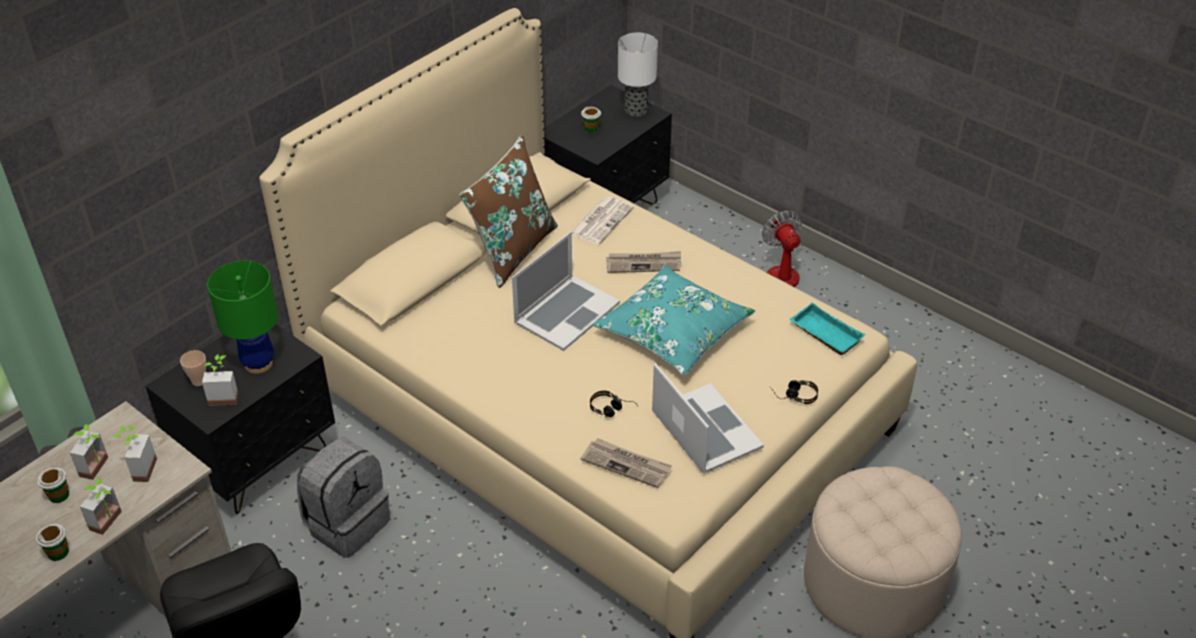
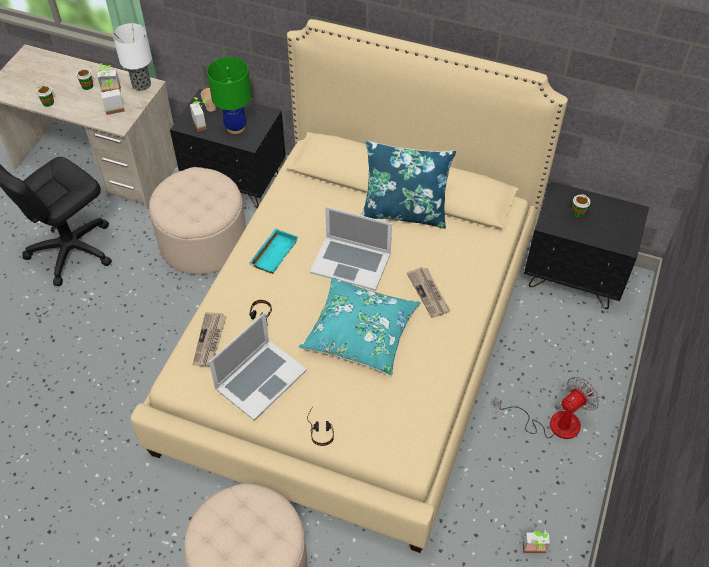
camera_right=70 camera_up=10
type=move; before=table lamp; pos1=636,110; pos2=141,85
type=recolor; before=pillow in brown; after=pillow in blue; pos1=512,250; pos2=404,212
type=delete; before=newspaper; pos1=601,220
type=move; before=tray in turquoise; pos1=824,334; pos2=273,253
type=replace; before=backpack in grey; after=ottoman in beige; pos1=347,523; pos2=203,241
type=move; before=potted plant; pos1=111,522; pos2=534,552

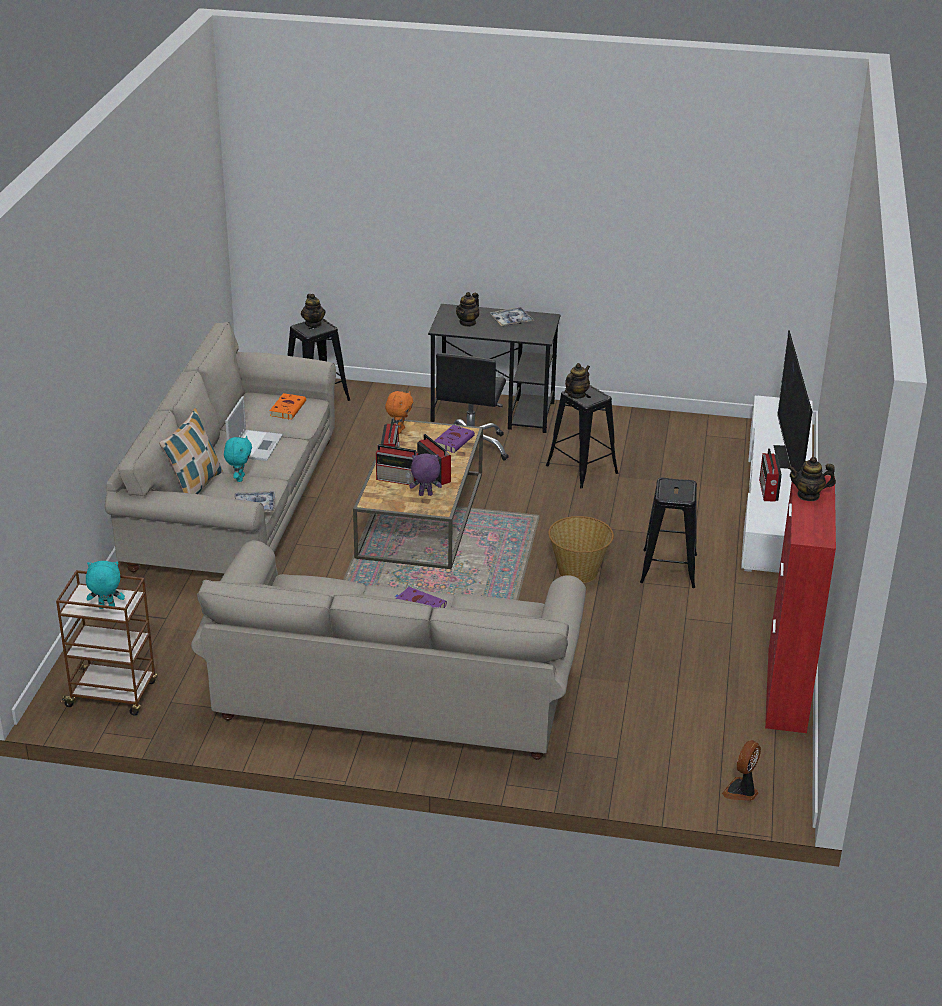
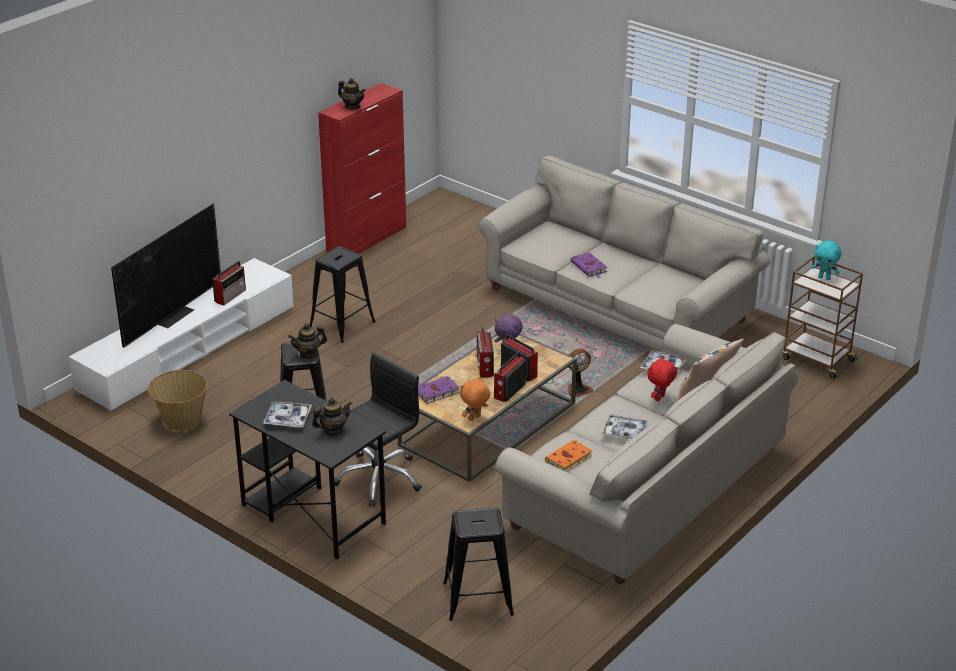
camera_right=-150 camera_up=0
type=delete; before=teapot; pos1=313,324
type=replace; before=laptop; after=tray; pos1=255,445; pos2=624,432
type=recolor; before=plush toy in turquoise; after=plush toy in red; pos1=239,478; pos2=660,398
type=move; before=basket; pos1=578,571; pos2=181,420
type=move; before=fan; pos1=742,791; pos2=578,389

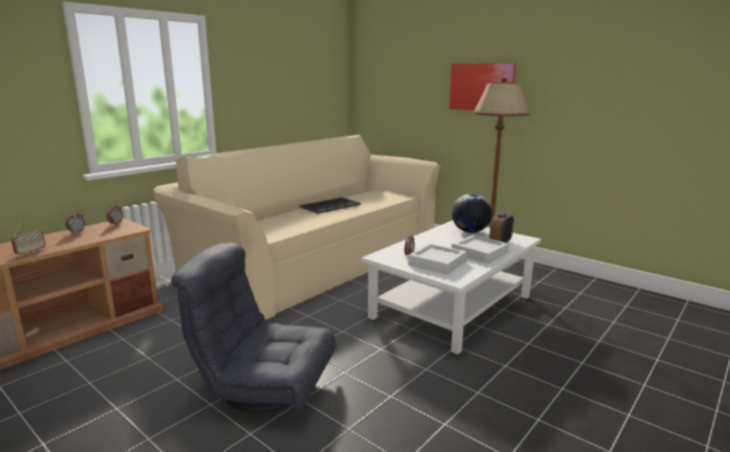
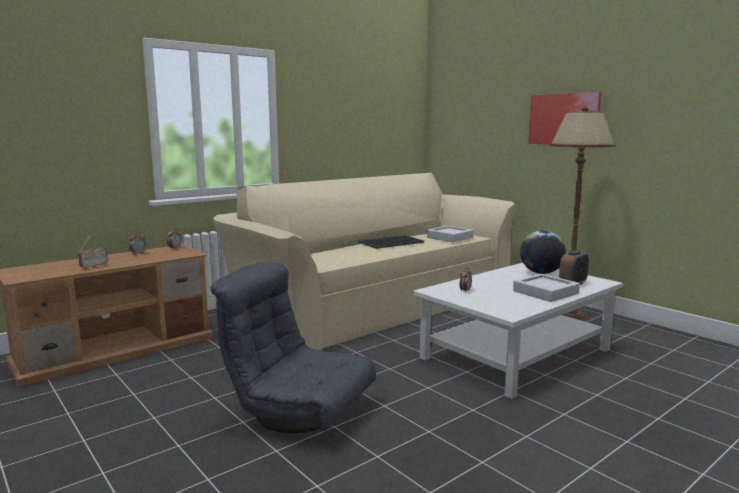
camera_right=10 camera_up=-5
type=move; before=tray in grey; pos1=437,263; pos2=450,237

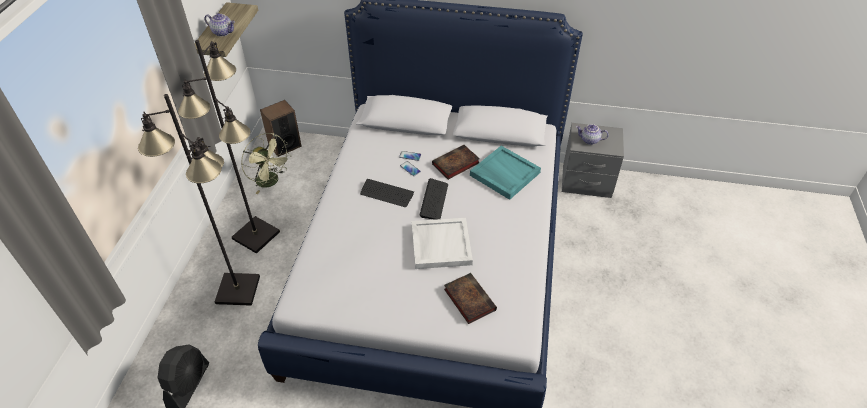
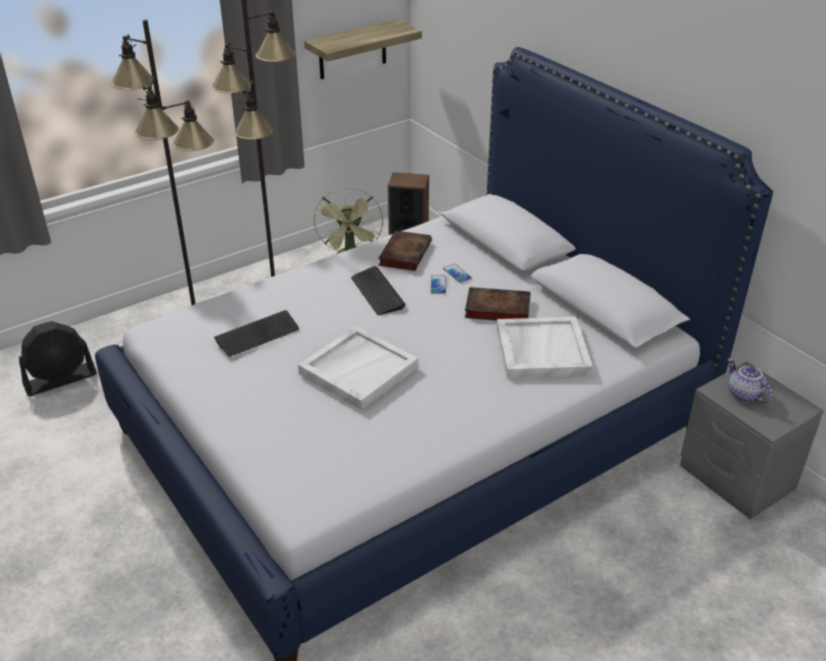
camera_right=45 camera_up=-10
type=delete; before=teapot; pos1=223,32
type=recolor; before=tray in turquoise; after=tray in white; pos1=504,174; pos2=541,350
type=move; before=keyboard; pos1=434,200; pos2=257,335
type=move; before=book; pos1=468,299; pos2=405,253

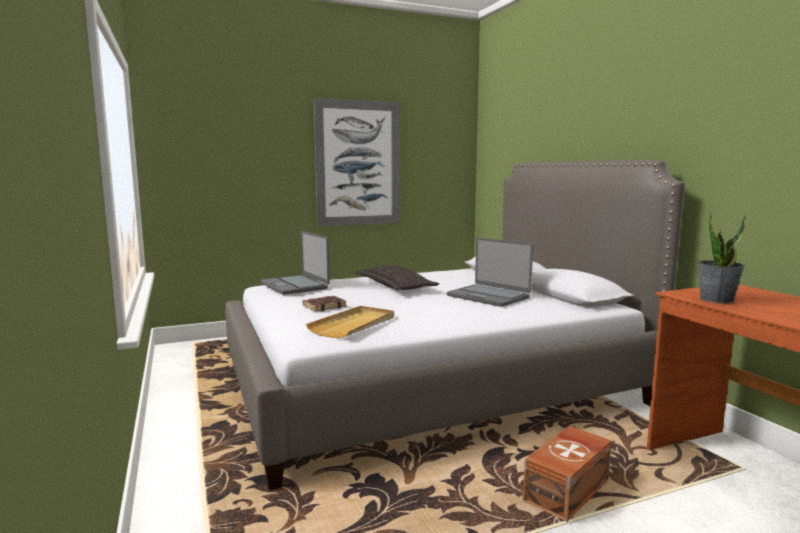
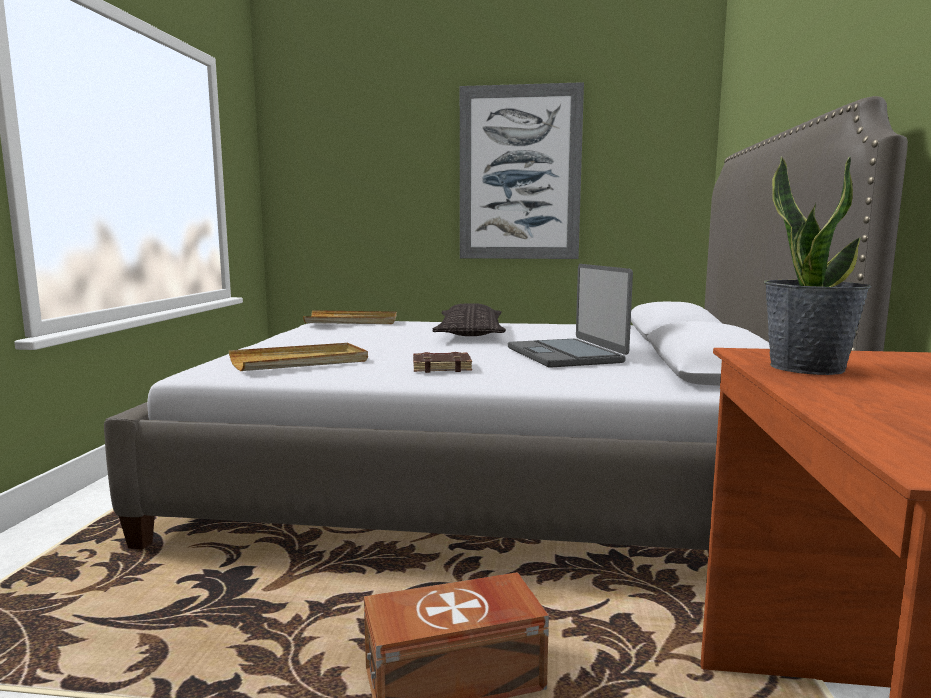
camera_right=30 camera_up=0
type=replace; before=laptop; after=tray in beige; pos1=295,286; pos2=352,321
type=move; before=book in brown; pos1=324,306; pos2=442,367

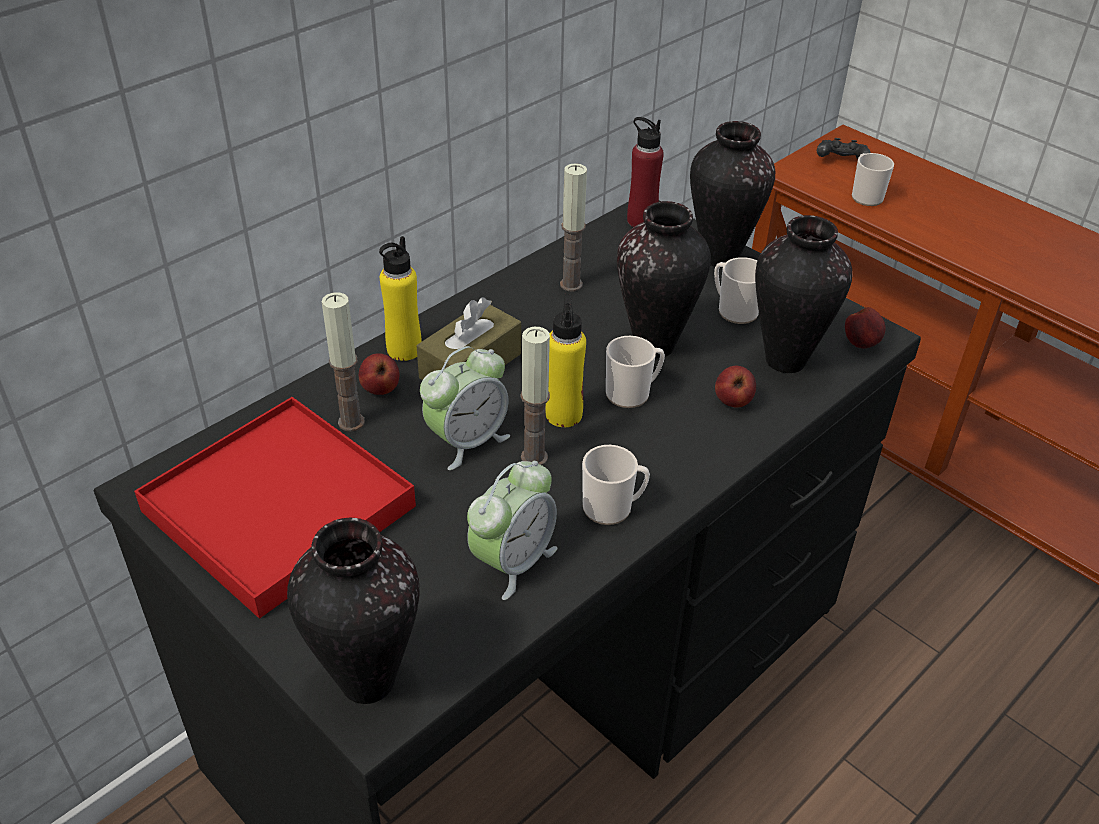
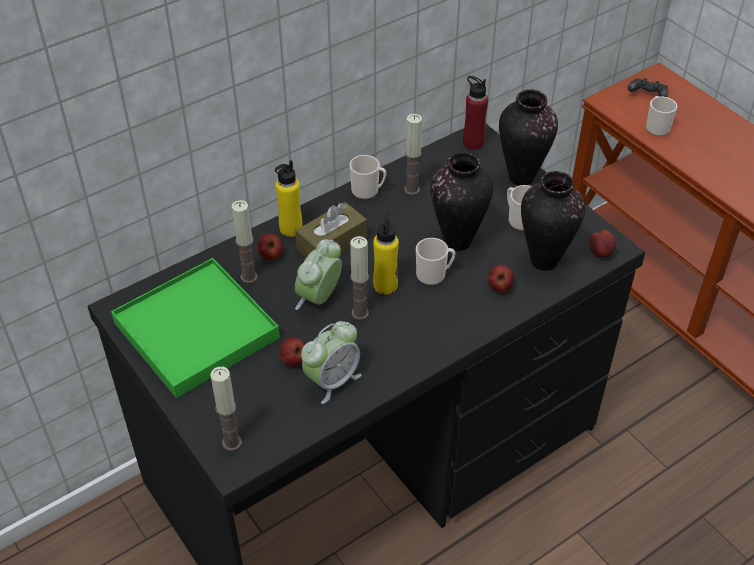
camera_right=10 camera_up=5
type=rotate; before=alarm clock; pos1=467,441; pos2=319,298; turn=150
type=recolor; before=tray in red; after=tray in green; pos1=279,508; pos2=196,330
type=move; before=mug; pos1=613,508; pos2=368,191
type=replace; before=vase; after=candle; pos1=365,681; pos2=232,442
type=insert; after=apple; pos2=294,361

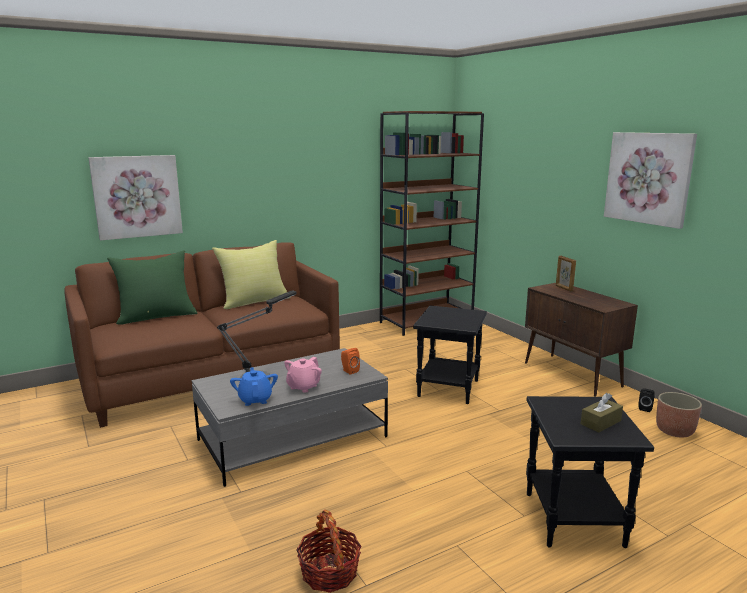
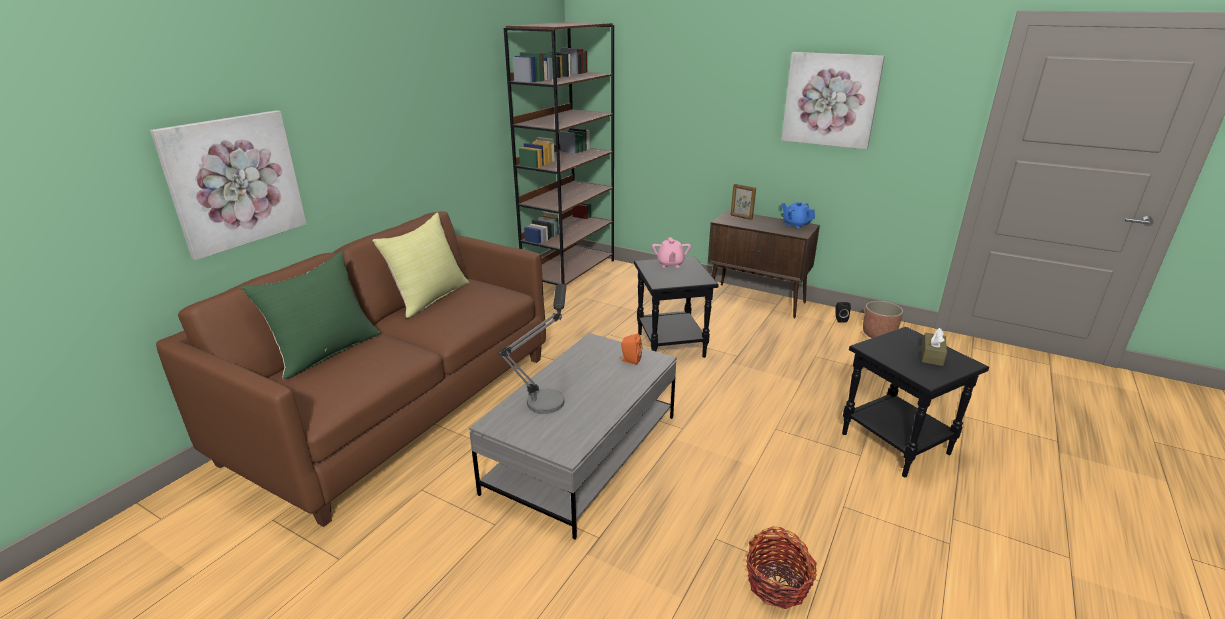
camera_right=-30 camera_up=10
type=move; before=teapot in pink; pos1=303,387; pos2=670,264
type=move; before=teapot in blue; pos1=255,399; pos2=796,224

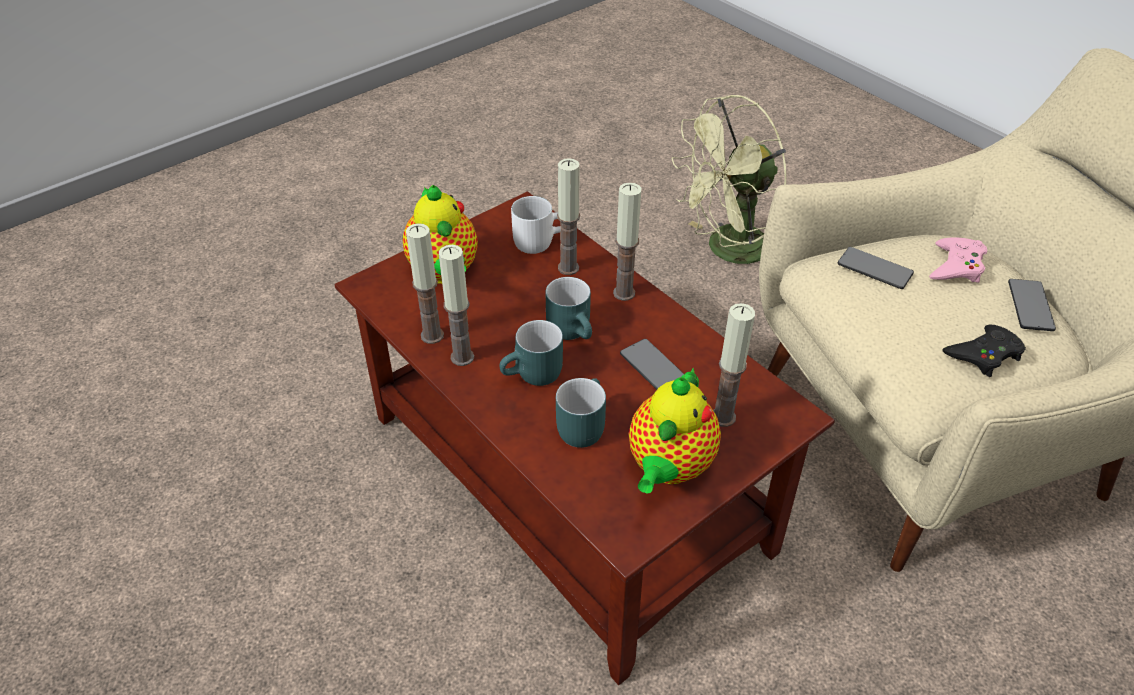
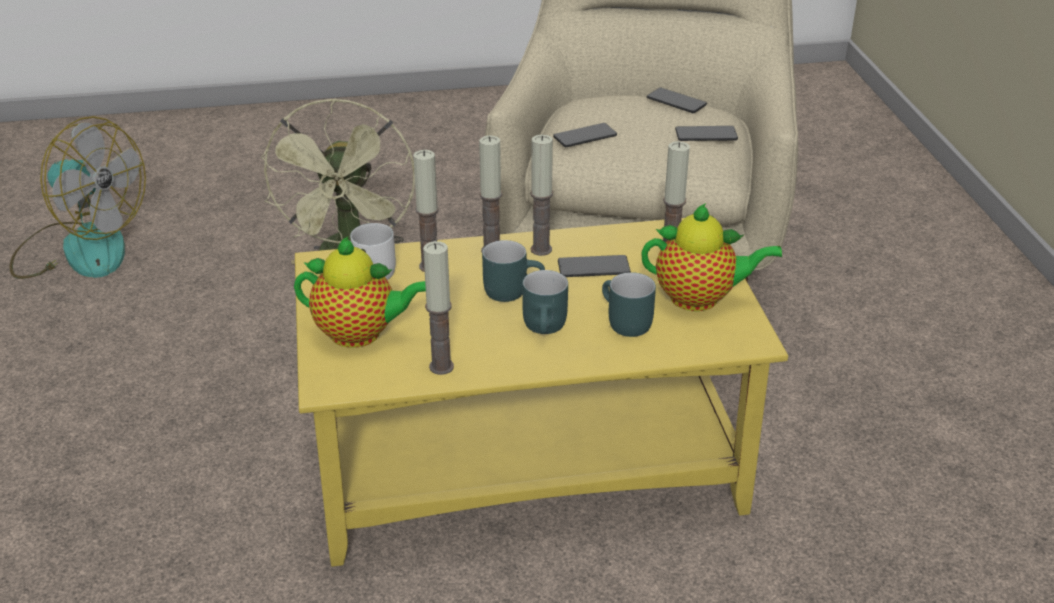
camera_right=-60 camera_up=-10
type=recolor; before=coffee table in brown; after=coffee table in yellow; pos1=563,481; pos2=523,465
type=delete; before=game controller in pink; pos1=956,266
type=move; before=candle; pos1=462,357; pos2=541,249
type=replace; before=game controller in black; after=phone; pos1=984,354; pos2=706,135
type=rotate; before=teapot; pos1=668,468; pos2=700,298; turn=-45
type=insert; after=fan; pos2=80,248

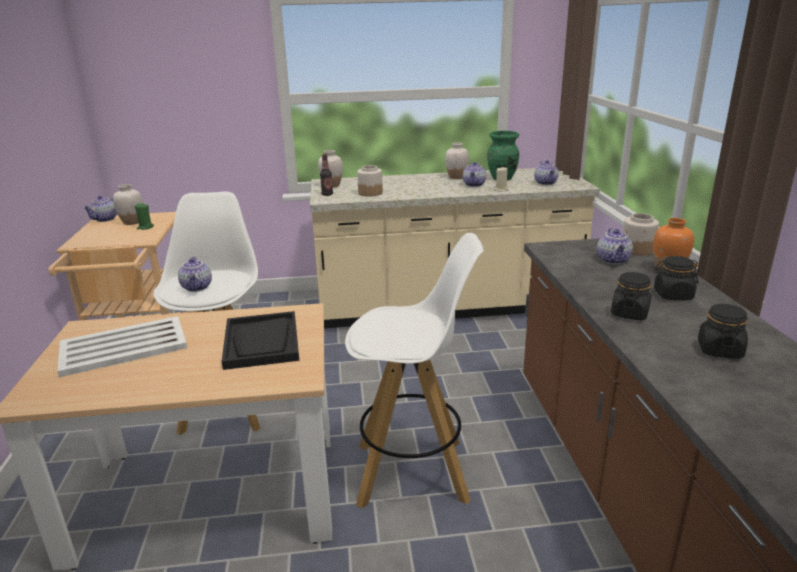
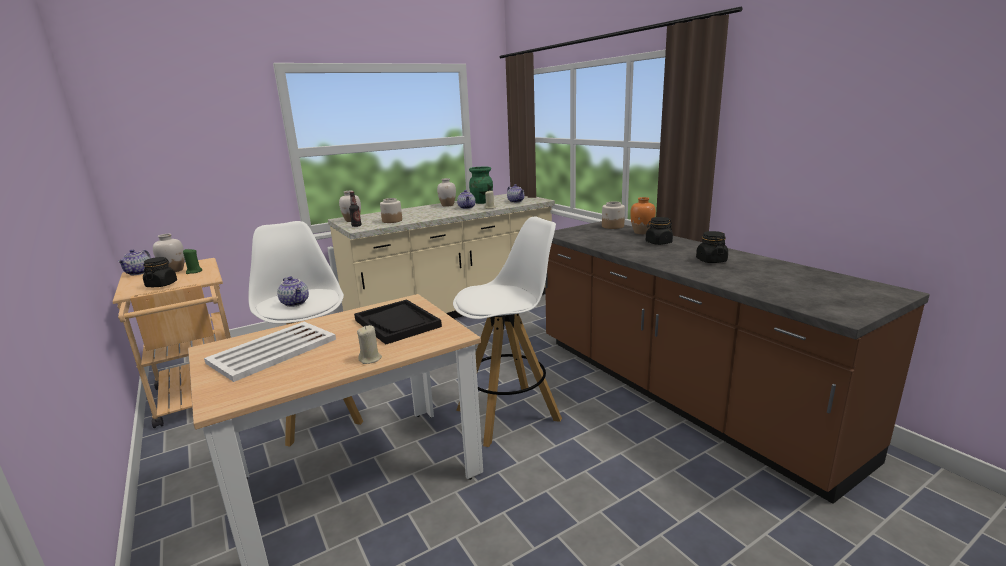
camera_right=-25 camera_up=-5
type=delete; before=teapot; pos1=613,260
type=move; before=jar in black; pos1=629,313; pos2=162,284
type=insert; after=candle in beige; pos2=370,359

